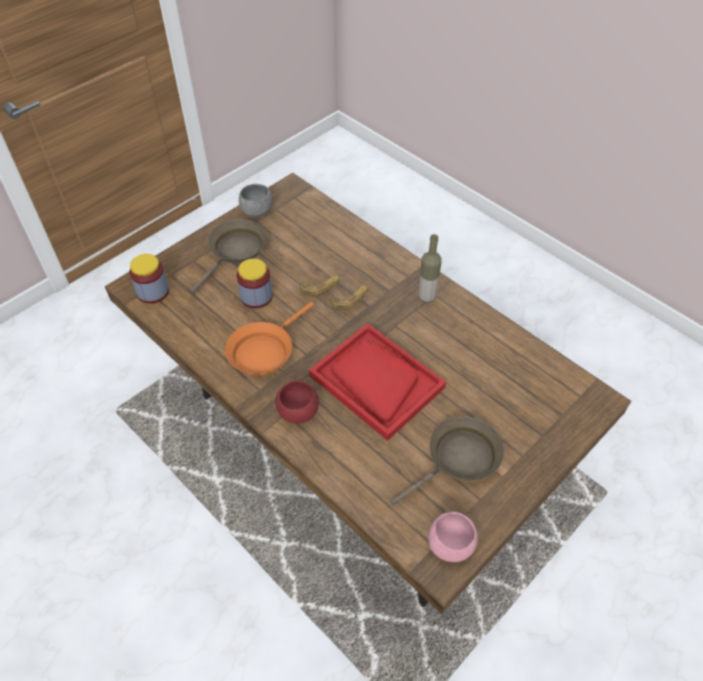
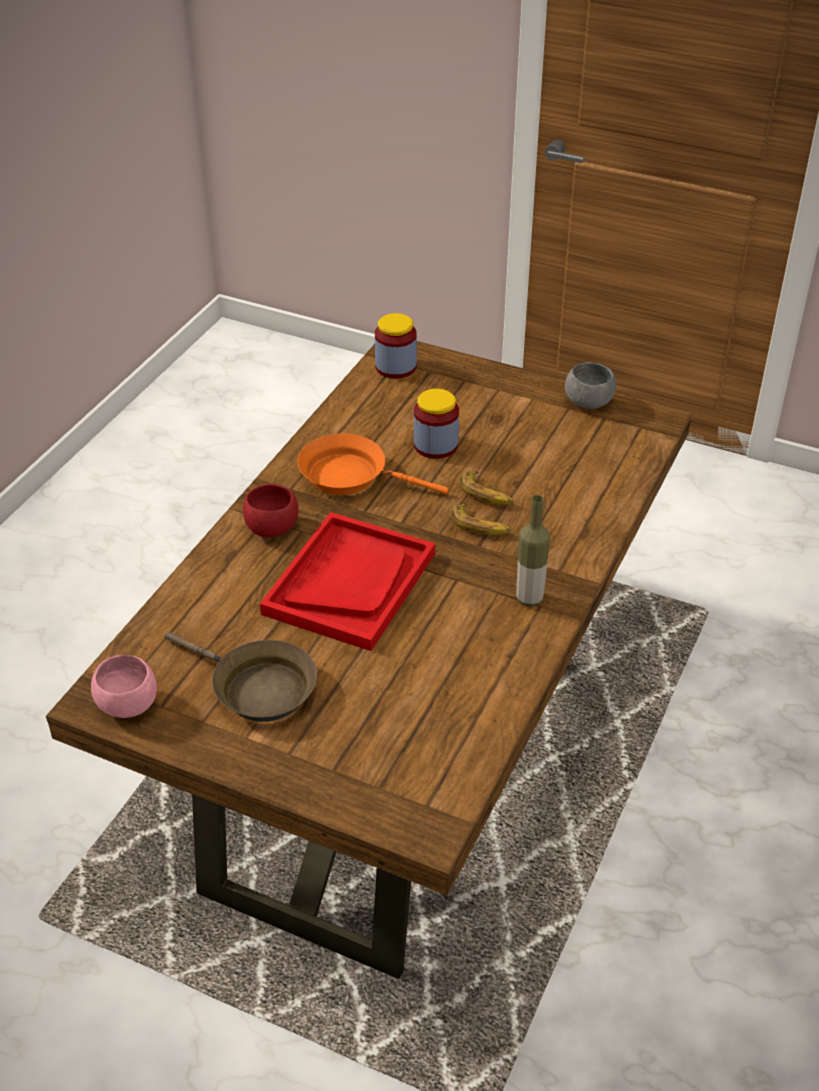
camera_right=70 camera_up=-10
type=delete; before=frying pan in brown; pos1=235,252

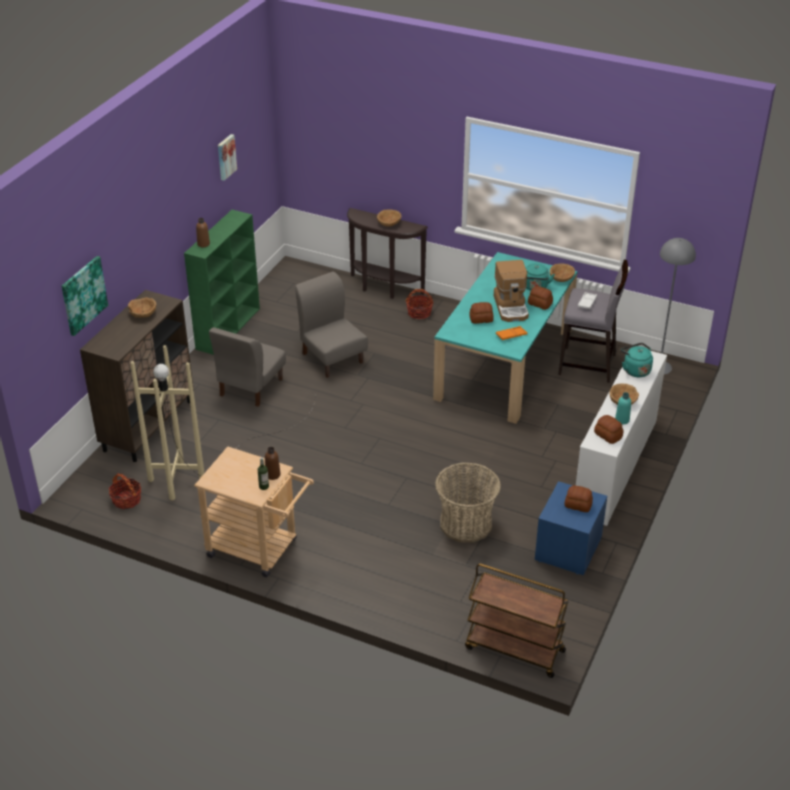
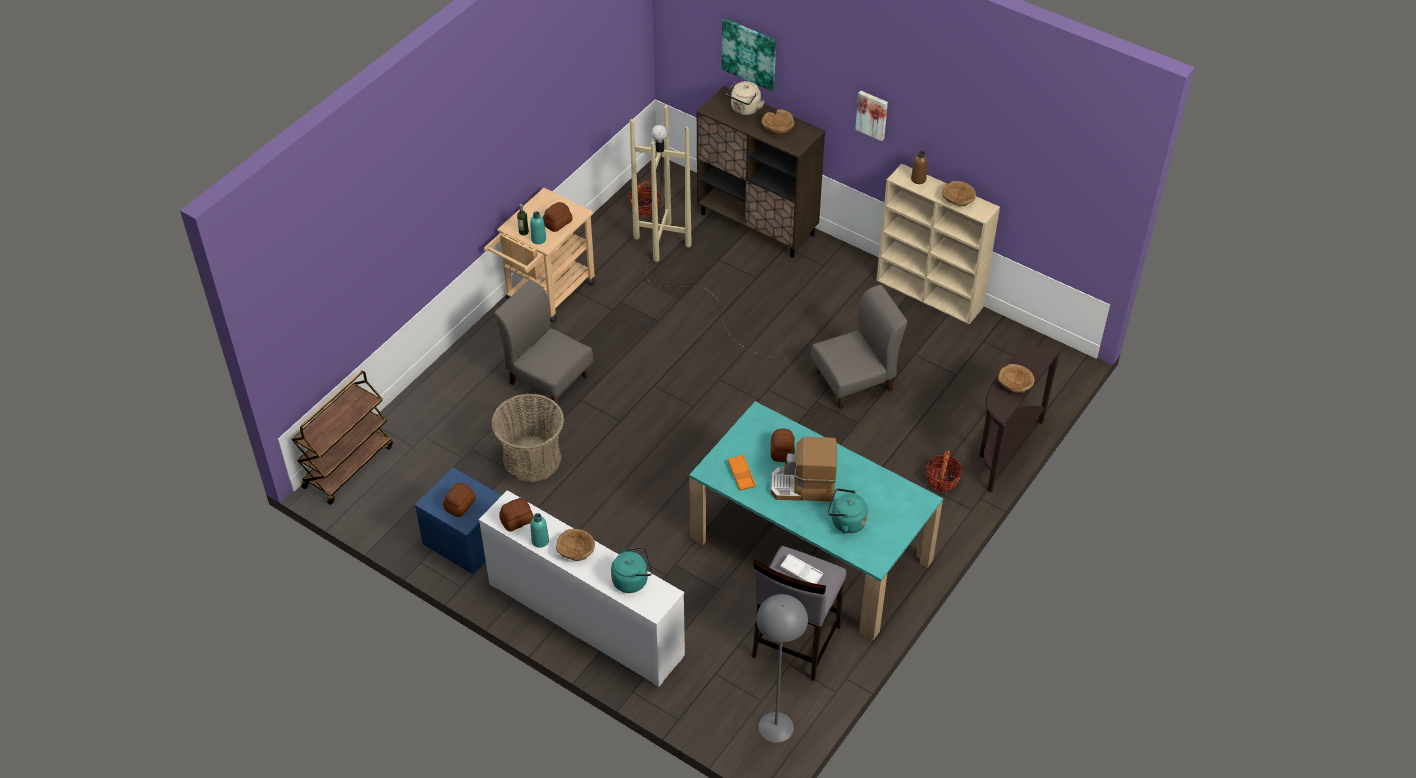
camera_right=100 camera_up=10
type=move; before=picture; pos1=225,157; pos2=872,114
type=recolor; before=bookcase in green; after=bookcase in beige; pos1=228,328; pos2=930,294
type=move; before=bowl in brown; pos1=561,278; pos2=957,200
type=move; before=bread; pos1=540,304; pos2=557,223
type=move; before=chair in grey; pos1=250,387; pos2=548,379
type=recolor; before=bottle in brown; after=bottle in turquoise; pos1=273,475; pos2=538,239
type=insert; after=kettle in beige; pos2=744,109

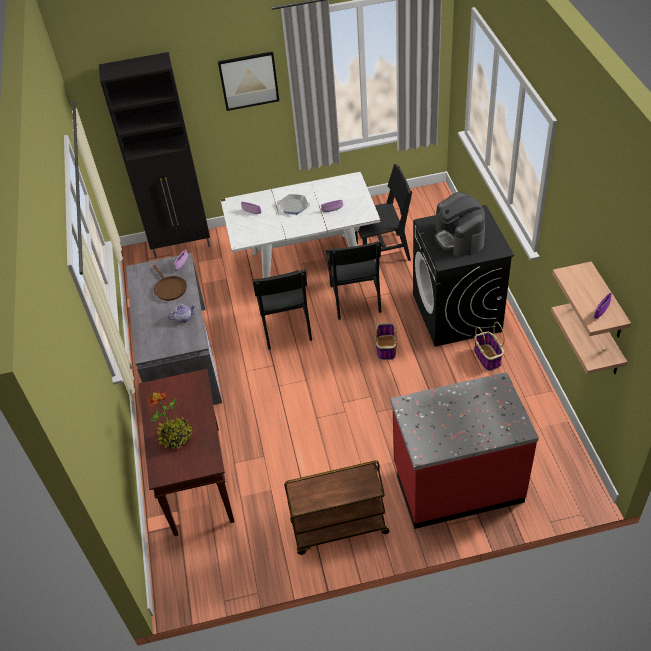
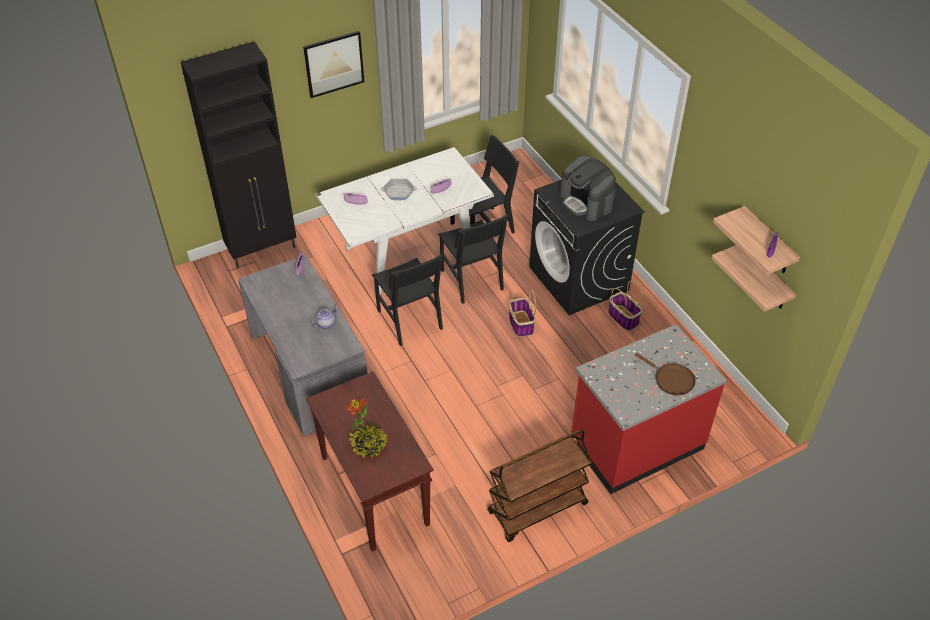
camera_right=-20 camera_up=0
type=move; before=frying pan in brown; pos1=169,288; pos2=671,380

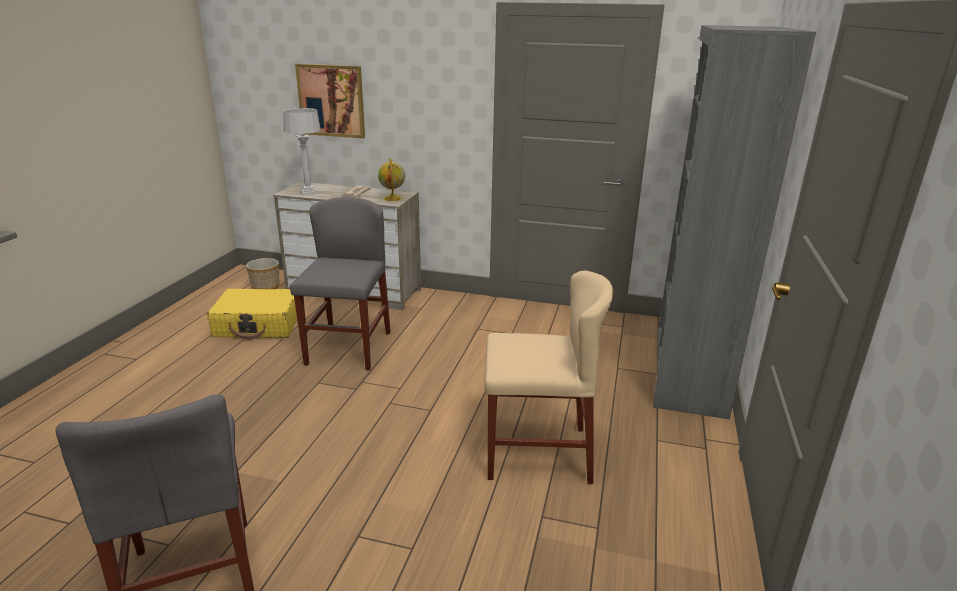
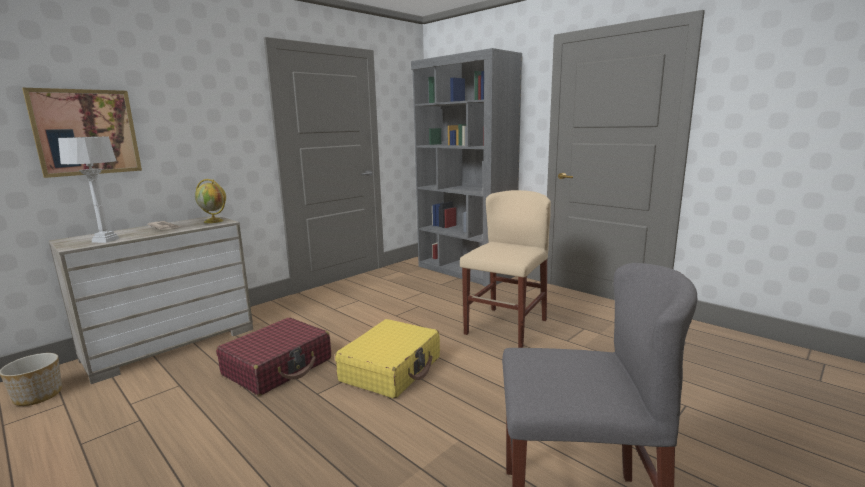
camera_right=-60 camera_up=-10
type=replace; before=chair in grey; after=suitcase in red; pos1=348,348; pos2=278,367
type=move; before=suitcase in yellow; pos1=259,325; pos2=391,369

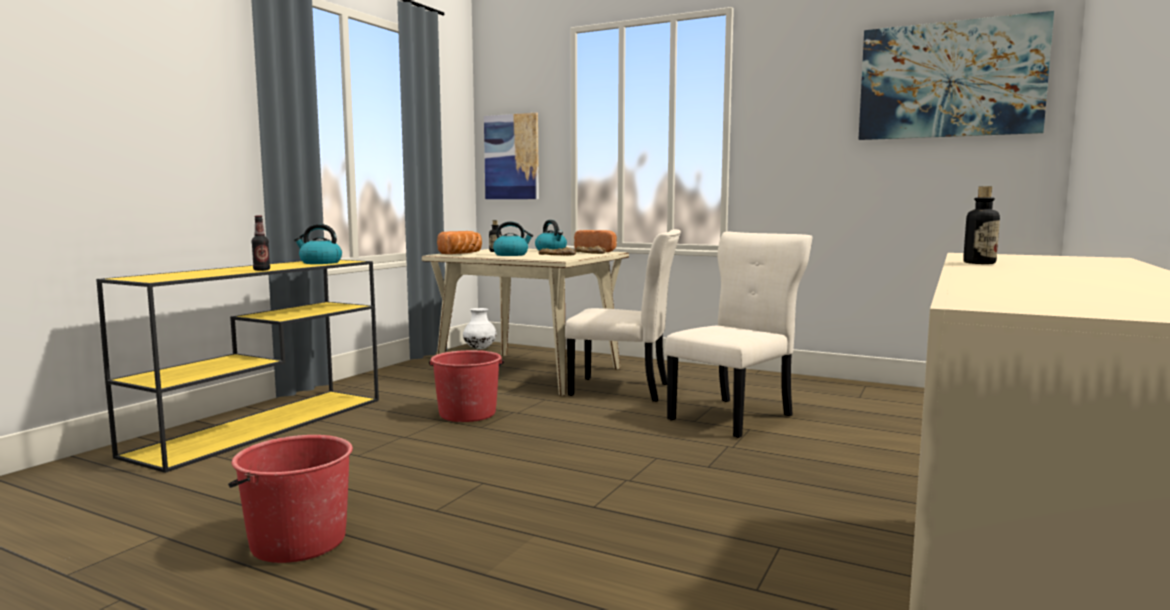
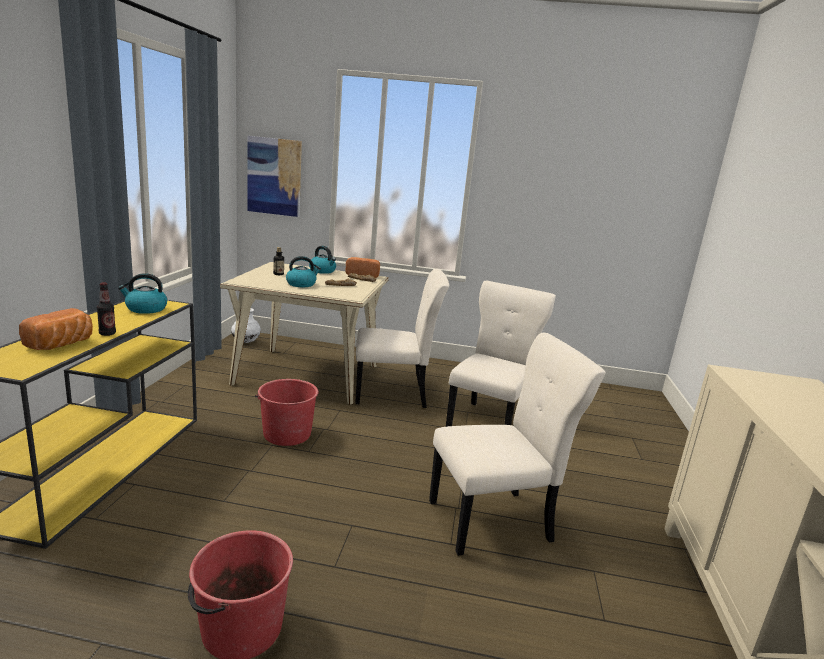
camera_right=-20 camera_up=10
type=delete; before=picture; pos1=950,80
type=delete; before=bottle; pos1=979,263
type=move; before=bread; pos1=462,254; pos2=62,345
type=insert; after=chair in beige; pos2=495,521

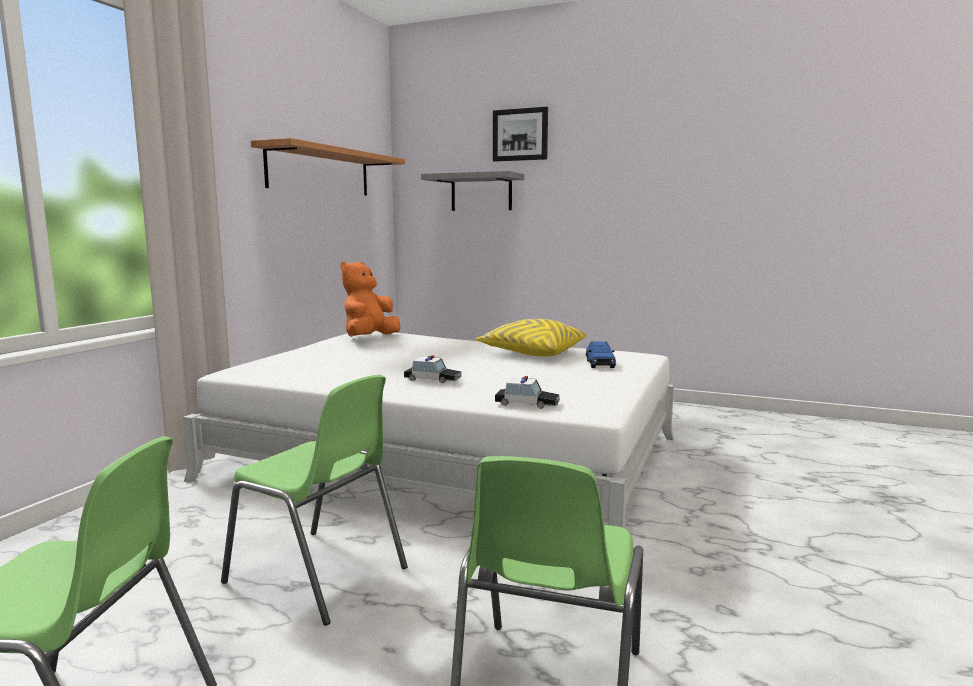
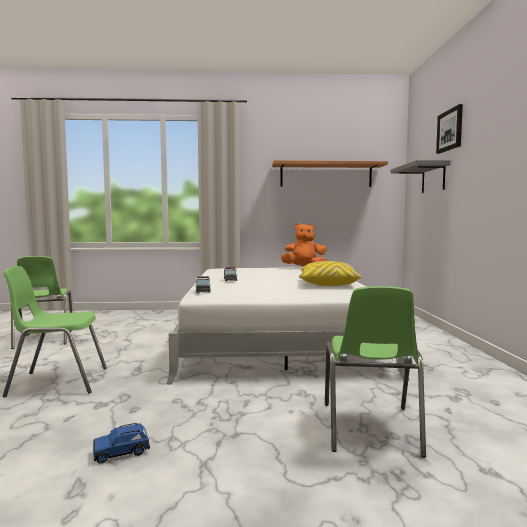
camera_right=65 camera_up=-5
type=move; before=toy car in blue; pos1=600,364; pos2=121,452
type=move; before=chair in green; pos1=319,576; pos2=369,429

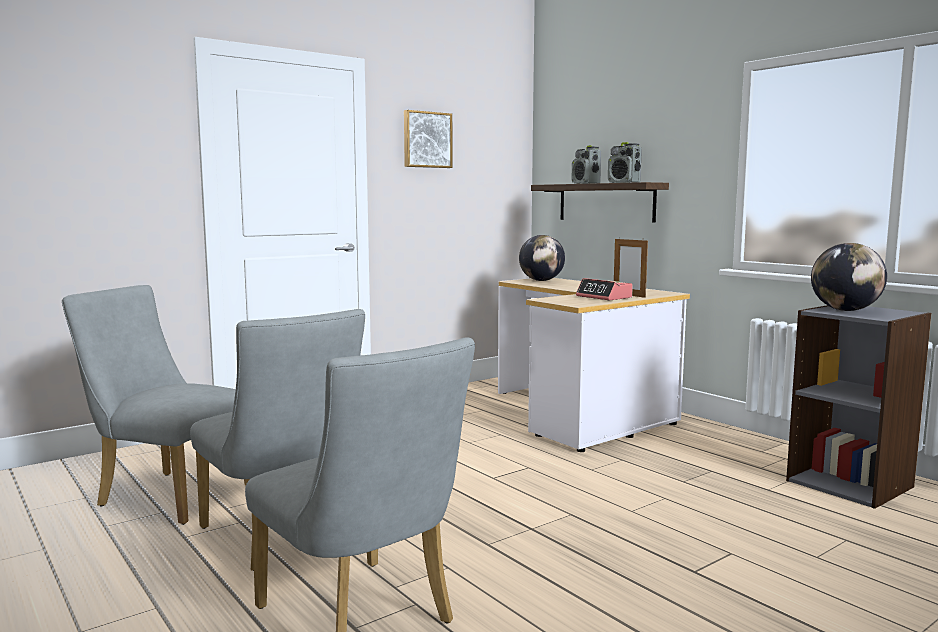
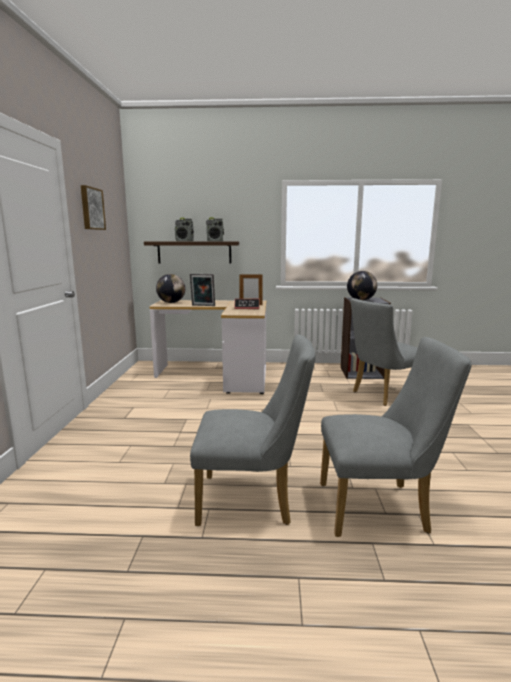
camera_right=-50 camera_up=5
type=move; before=chair in grey; pos1=167,495; pos2=383,395
type=insert; after=picture frame; pos2=203,305

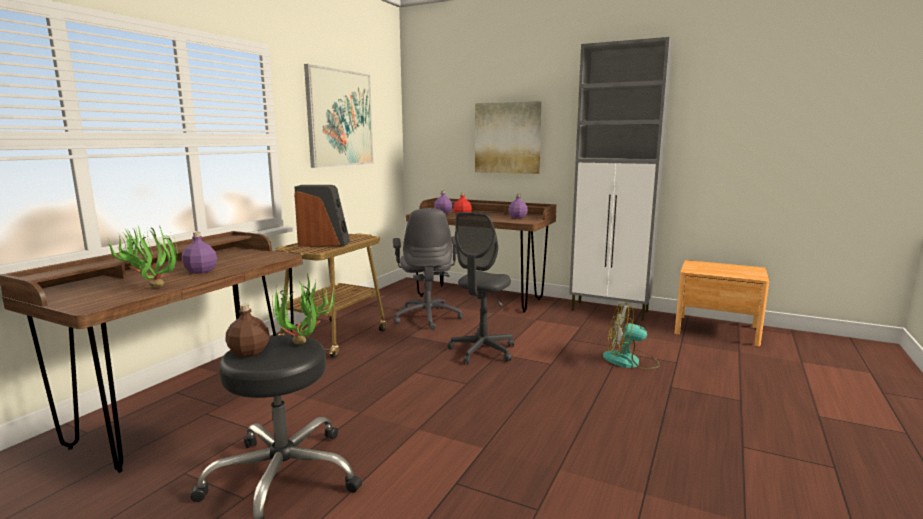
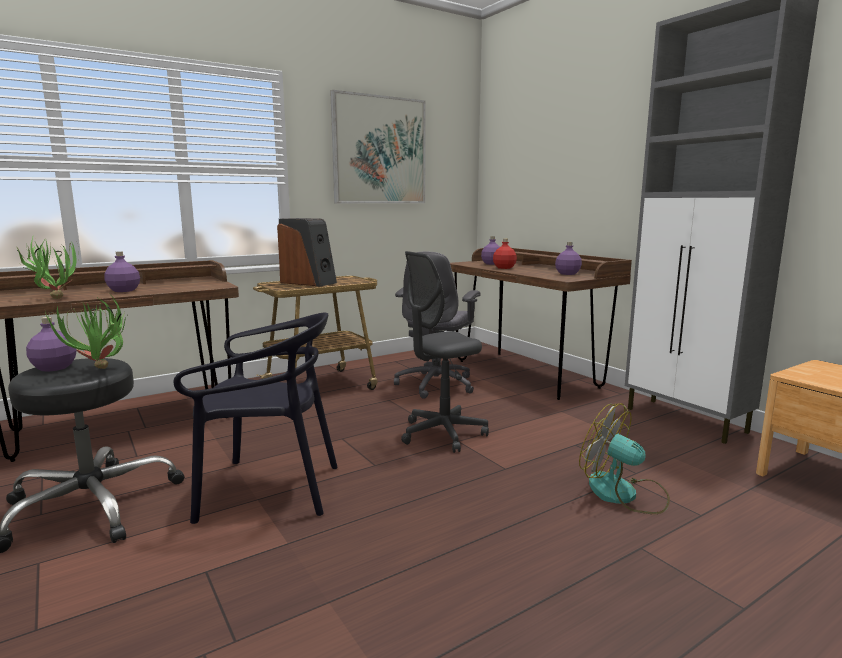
camera_right=30 camera_up=0
type=delete; before=picture; pos1=507,138
type=recolor; before=bottle in brown; after=bottle in purple; pos1=249,352; pos2=55,367
type=insert; after=chair in black; pos2=269,490

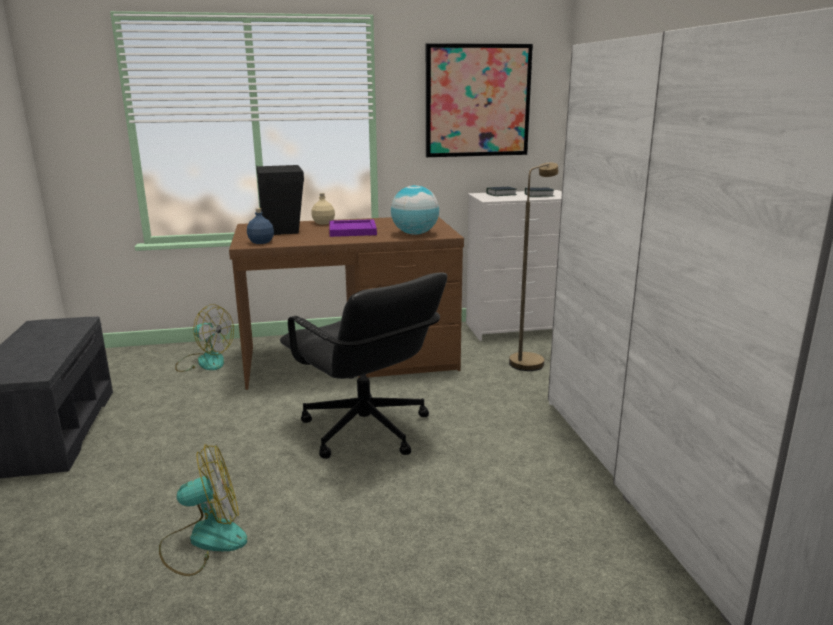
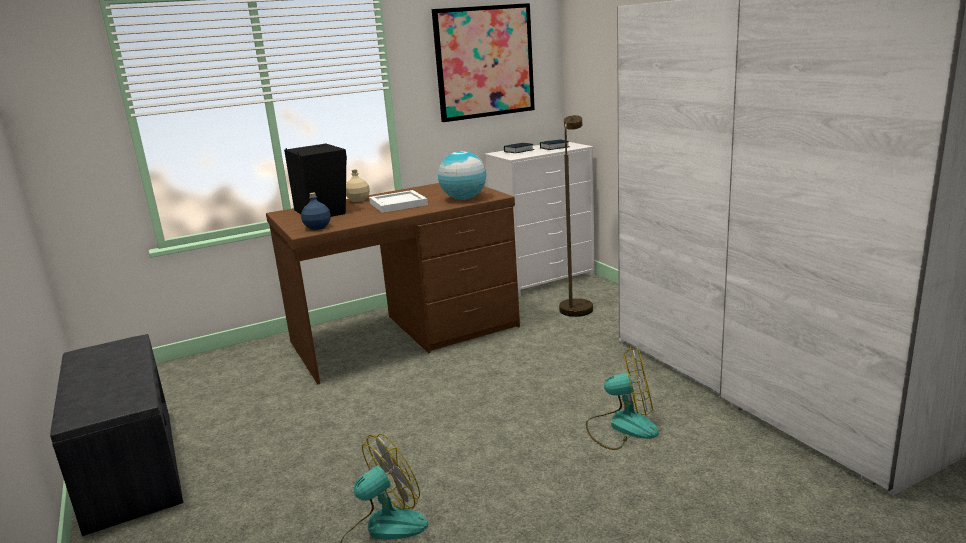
camera_right=-15 camera_up=0
type=recolor; before=tray in purple; after=tray in white; pos1=353,231; pos2=399,204
type=delete; before=office chair in black; pos1=365,430
type=move; before=fan; pos1=204,361; pos2=622,427

